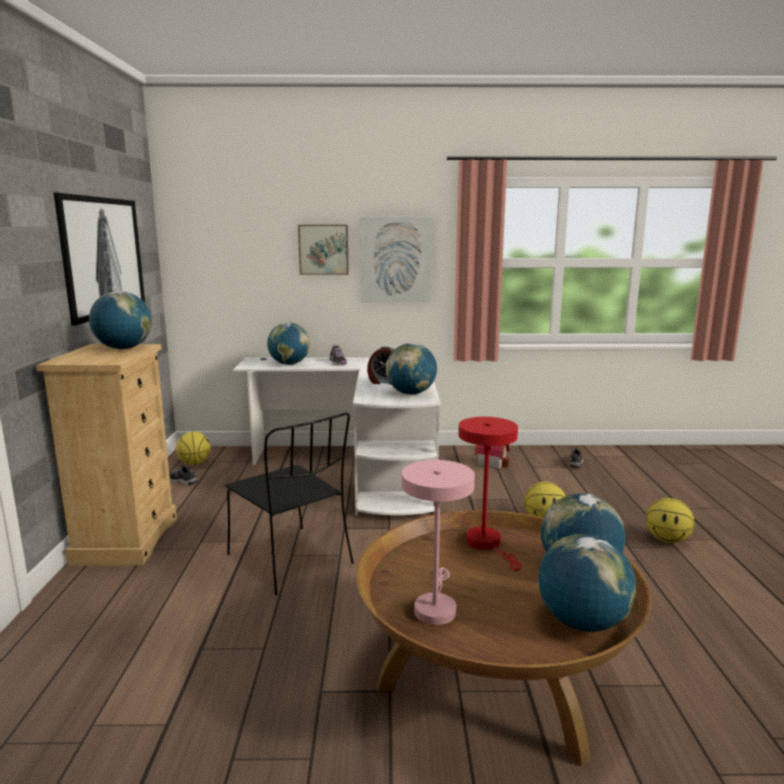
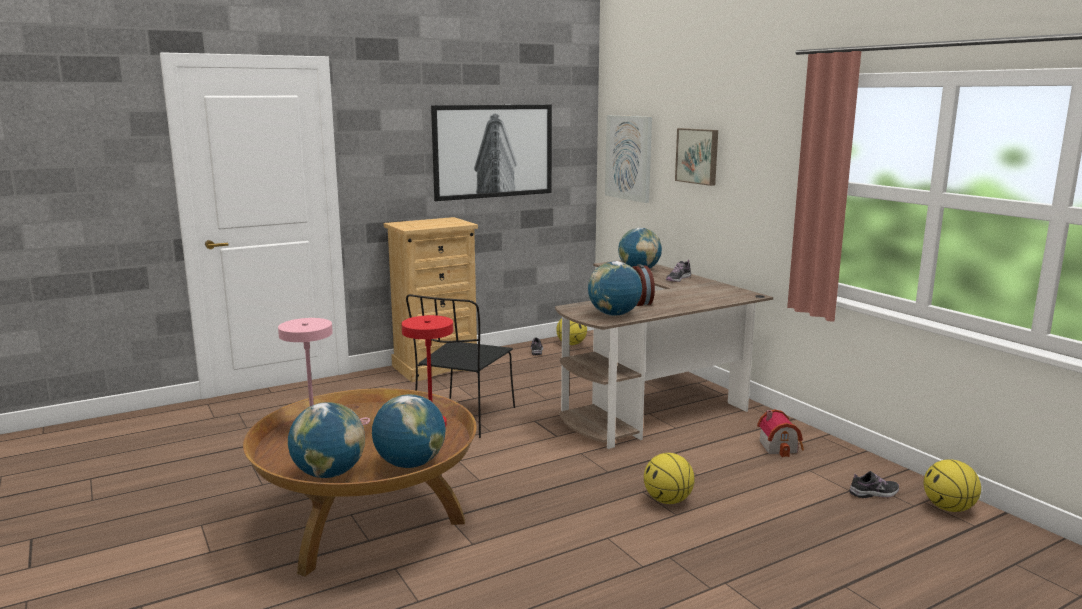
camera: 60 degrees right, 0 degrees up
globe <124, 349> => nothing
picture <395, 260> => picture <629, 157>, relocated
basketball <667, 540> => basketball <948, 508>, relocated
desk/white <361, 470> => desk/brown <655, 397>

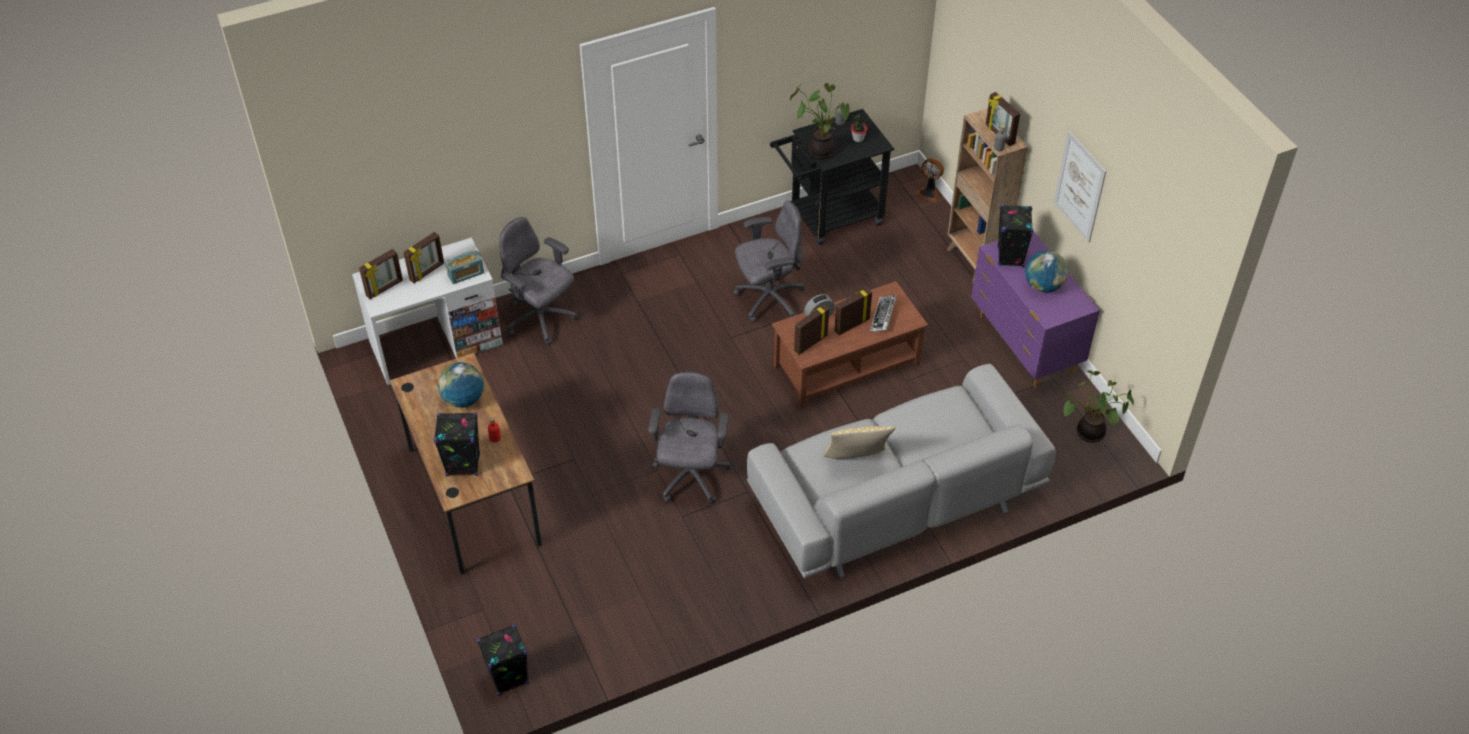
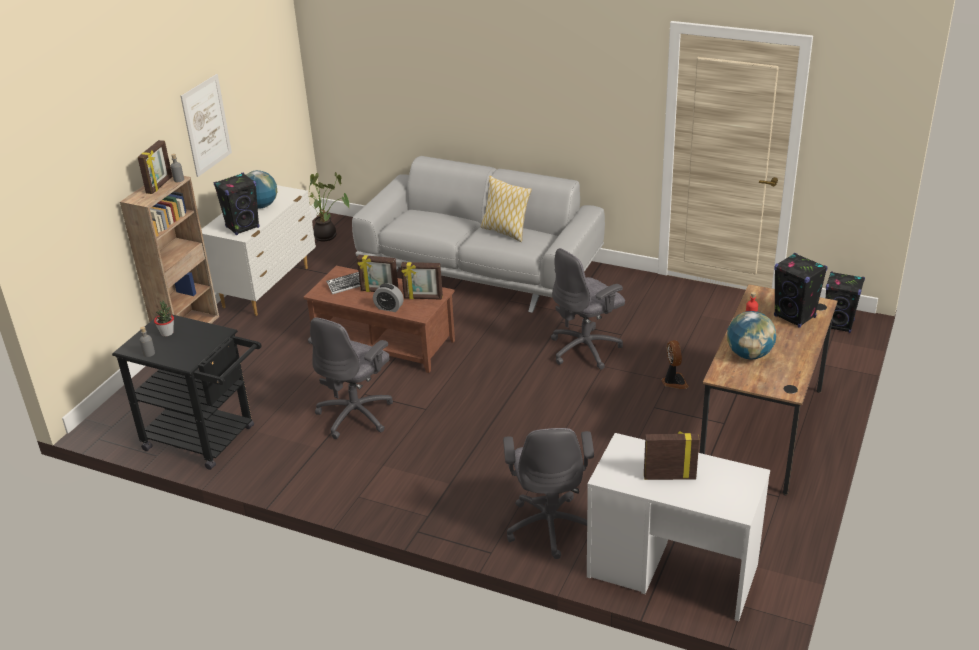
camera: 130 degrees left, 15 degrees down
picture frame <385, 288> => nothing
radio <466, 274> => nothing
potted plant <821, 149> => nothing
fan <929, 192> => fan <674, 382>, relocated
dresser/purple <1024, 346> => dresser/white <268, 287>
office chair/grey <768, 299> => office chair/grey <356, 415>, 90 degrees counterclockwise

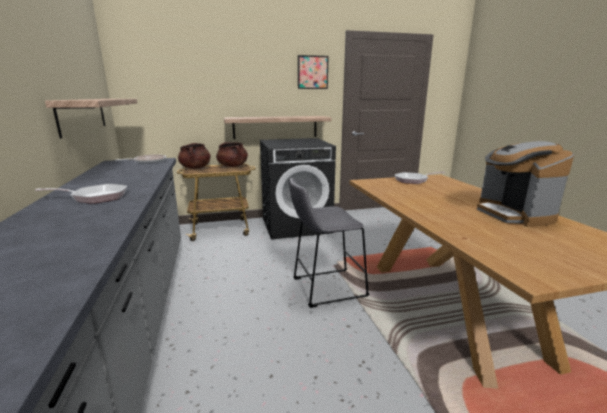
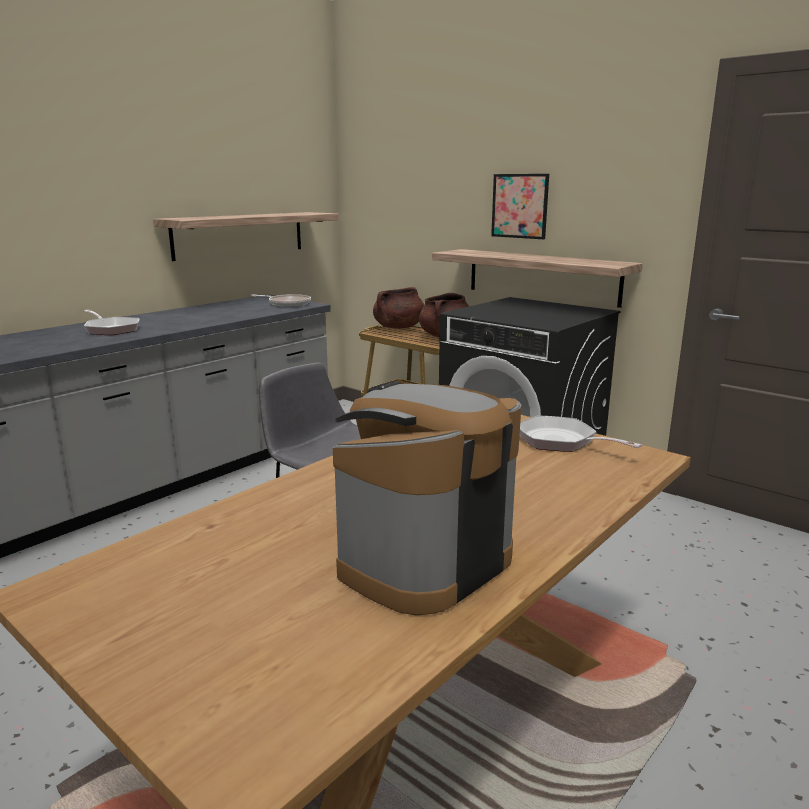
camera: 55 degrees right, 0 degrees up
picture <312, 72> => picture <519, 206>, relocated

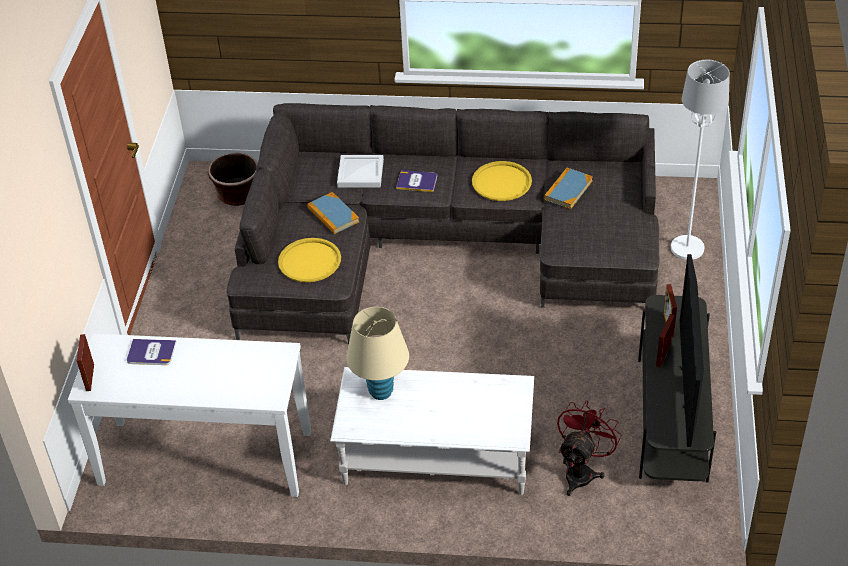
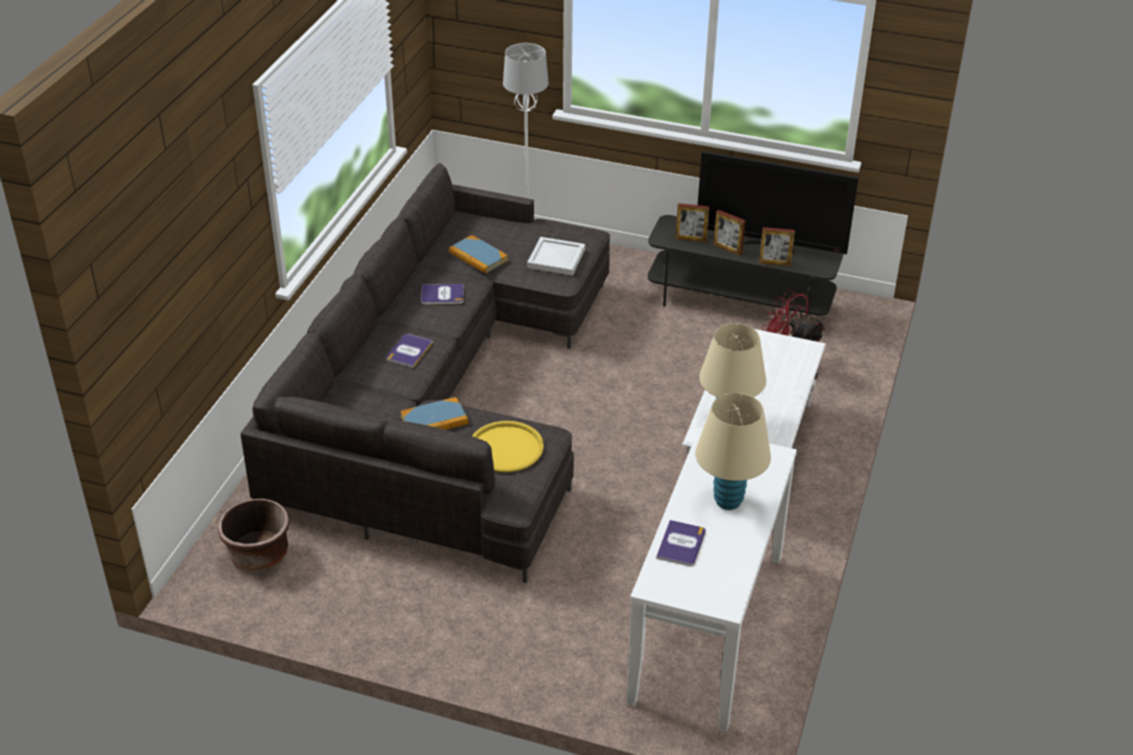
camera: 80 degrees left, 5 degrees down
nothing => table lamp/beige <728, 501>
picture frame <90, 377> => picture frame <774, 263>, relocated
tray/white <361, 172> => tray/white <555, 258>, relocated
tray/yellow <502, 182> => book <442, 295>

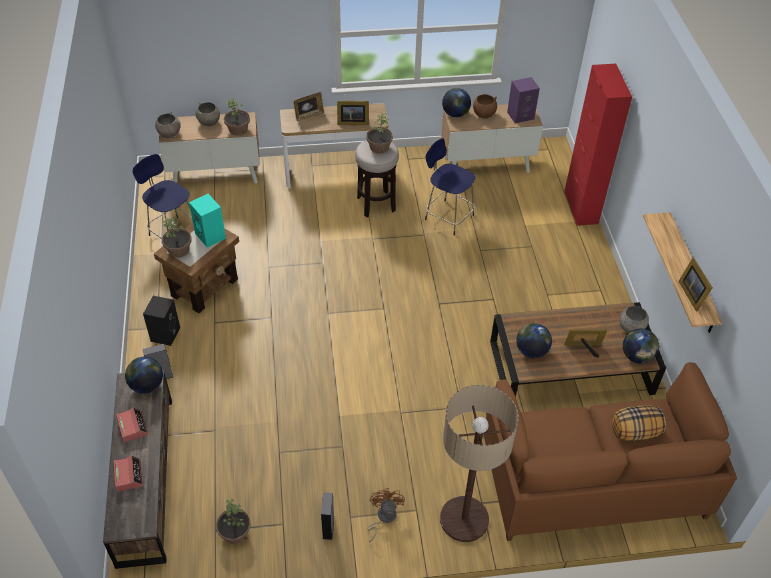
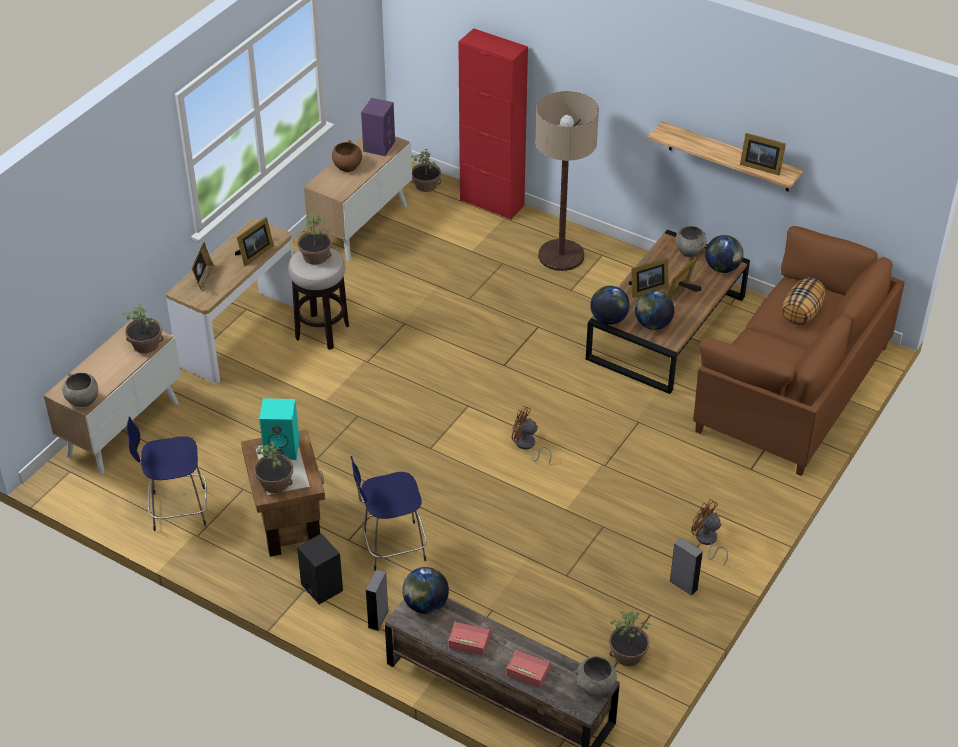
camera: 50 degrees left, 5 degrees down
nothing => potted plant <426, 185>
nothing => fan/brown <527, 446>
nothing => picture frame <646, 289>
bowl/grey <209, 122> => bowl/grey <595, 687>, relocated
stool/blue <448, 216> => stool/blue <391, 546>, relocated
floor lamp <464, 519> => floor lamp <561, 256>, relocated
globe <455, 114> => globe <608, 319>, relocated

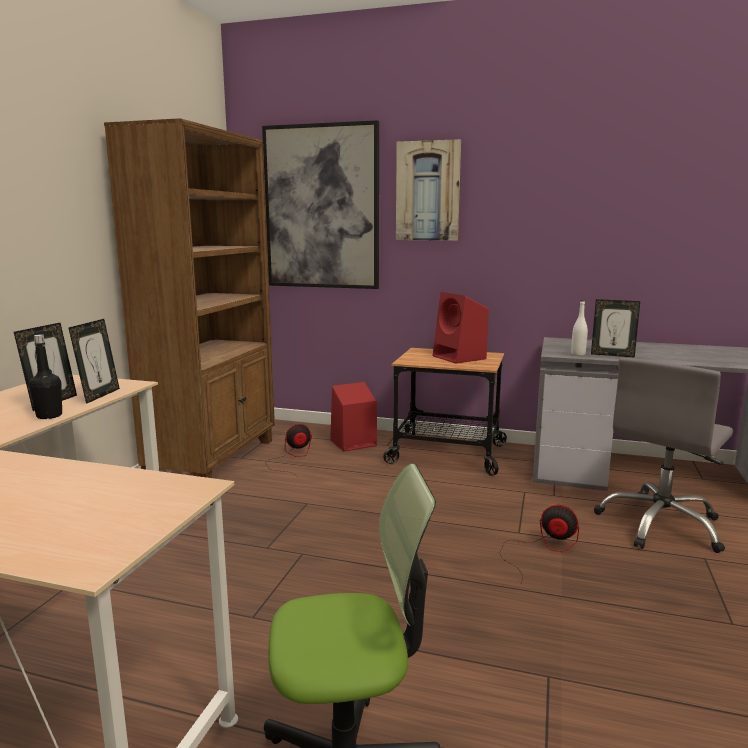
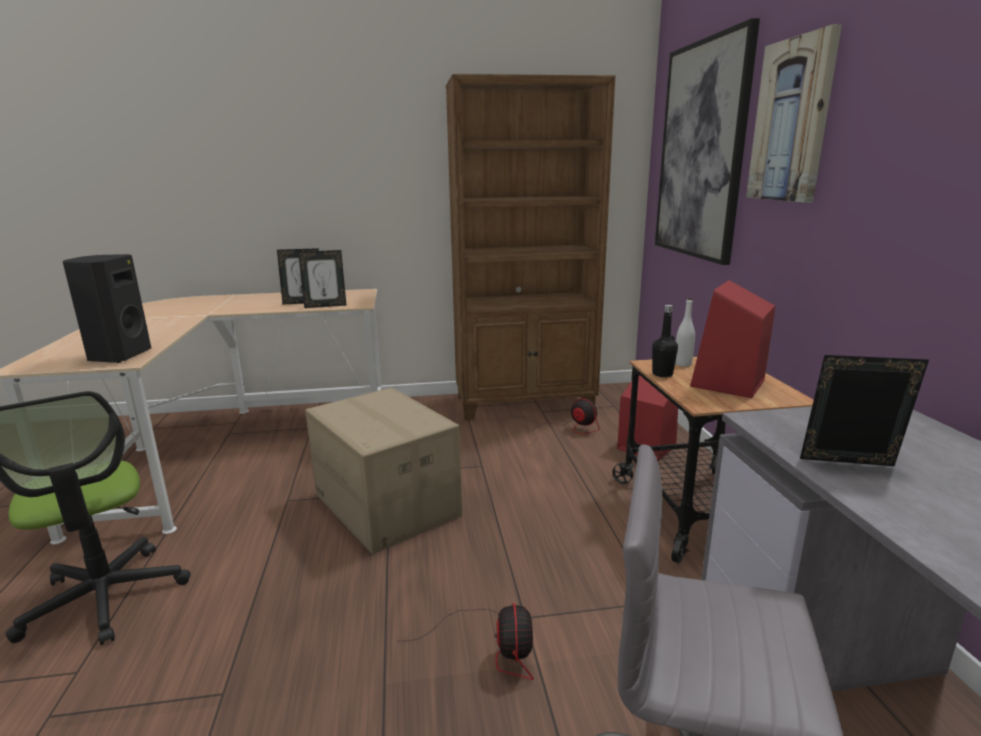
camera: 65 degrees right, 5 degrees up
nothing => speaker/black <118, 356>
nothing => cardboard box <385, 505>
bottle/black <49, 416> => bottle/black <662, 374>, relocated
bottle/white <578, 354> => bottle/white <682, 364>, relocated
picture frame <612, 355> => picture frame <849, 466>, 105 degrees clockwise

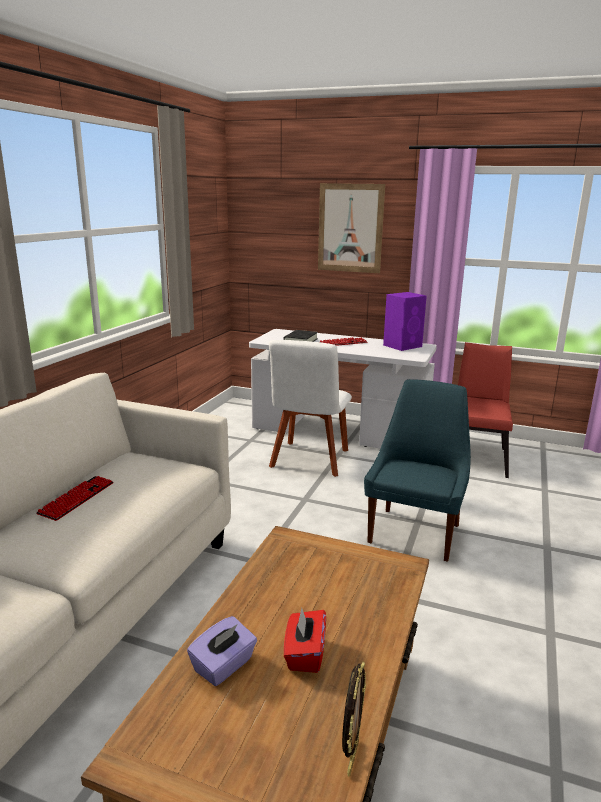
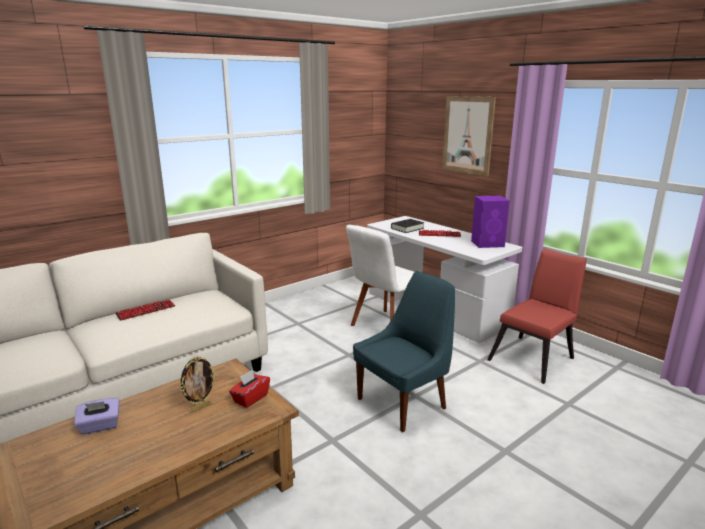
camera: 30 degrees right, 0 degrees up
tissue box/red <304, 654> => tissue box/red <250, 398>, relocated
picture frame <351, 757> => picture frame <200, 407>, relocated

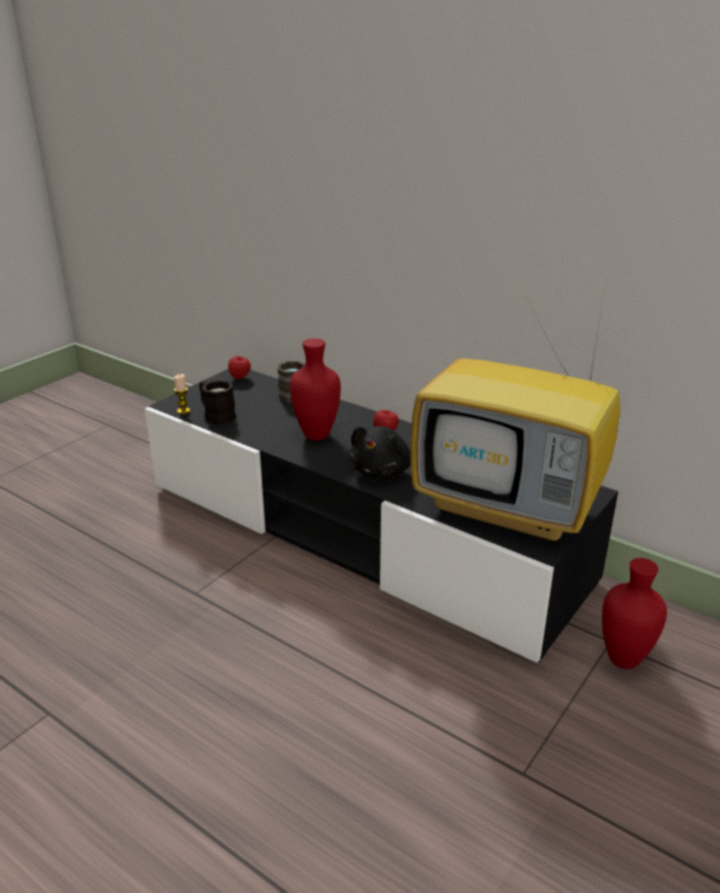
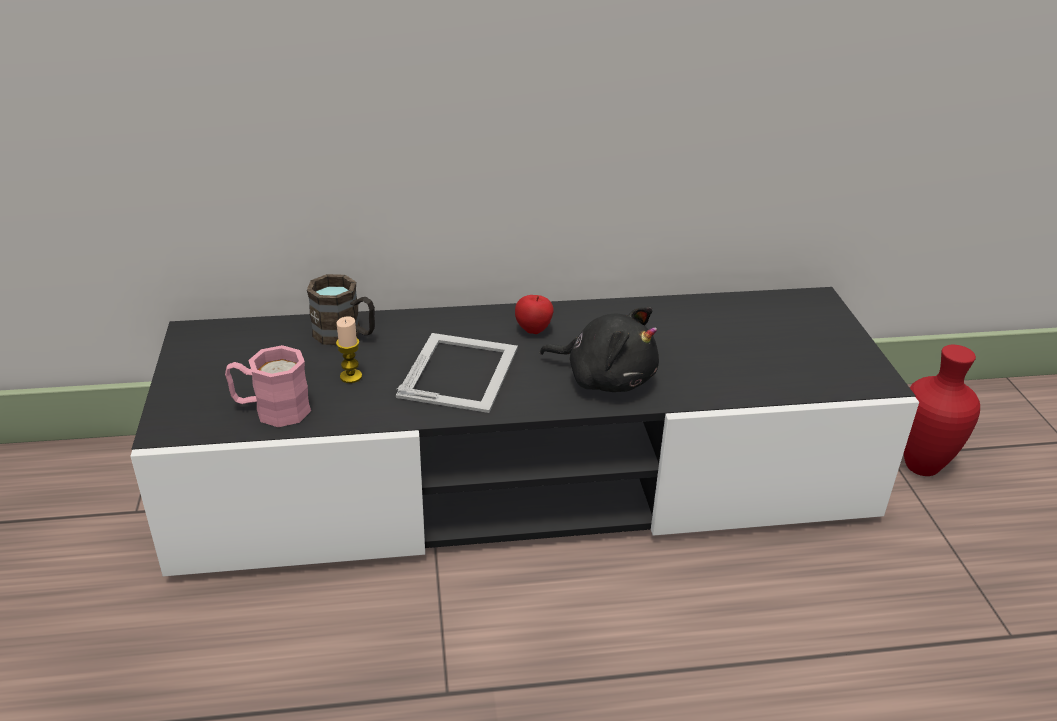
camera: 45 degrees left, 5 degrees up
apple <240, 378> => nothing
television <511, 508> => nothing
candle <183, 411> => candle <351, 376>, relocated
vase/red <318, 436> => picture frame <460, 371>
mug/black <216, 415> => mug/pink <271, 410>
plush toy/black <382, 470> => plush toy/black <606, 378>, 45 degrees counterclockwise

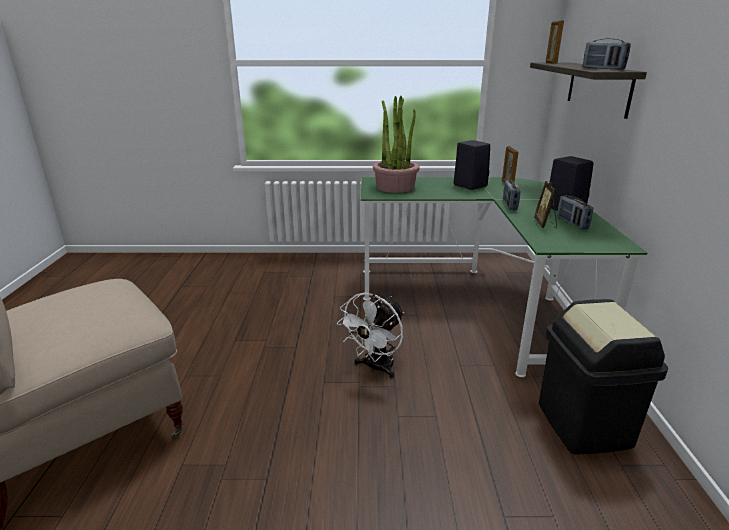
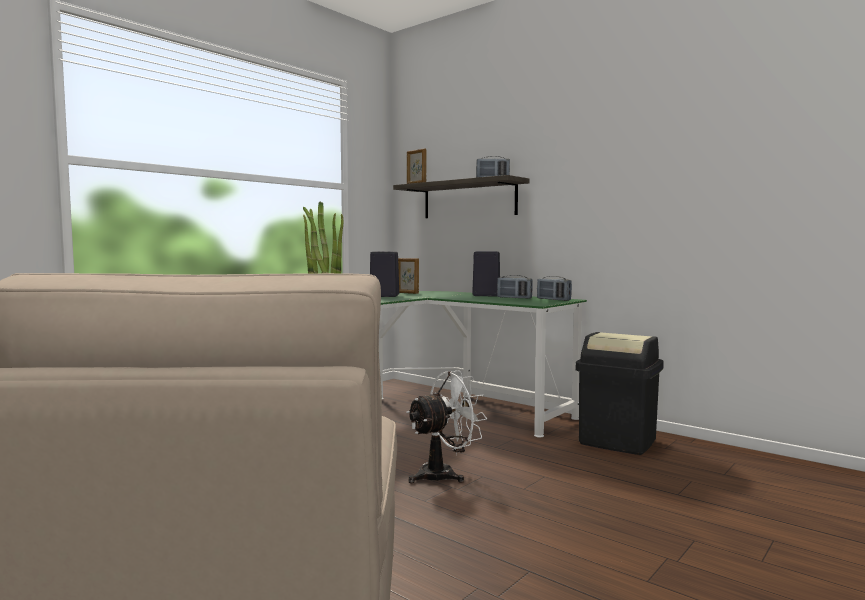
camera: 50 degrees left, 20 degrees down
picture frame <545, 224> => nothing
radio <509, 205> => radio <553, 300>, relocated
fan/white <375, 368> => fan/white <444, 474>, 105 degrees counterclockwise

